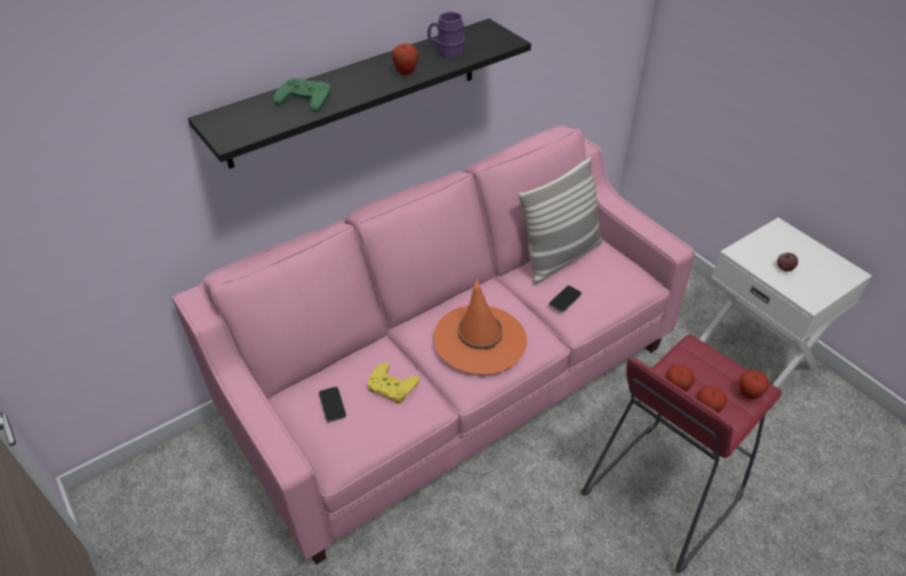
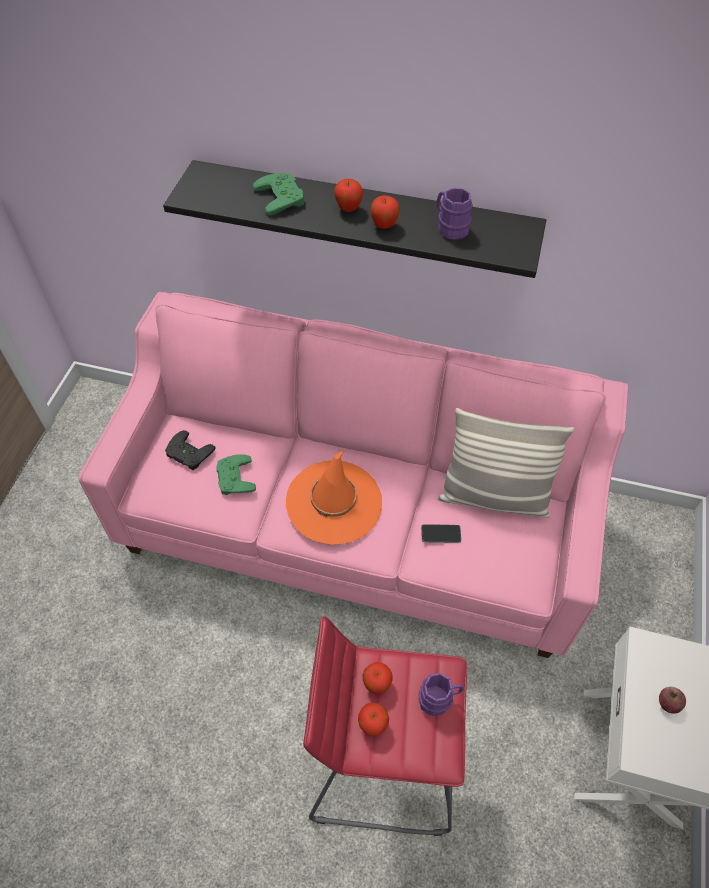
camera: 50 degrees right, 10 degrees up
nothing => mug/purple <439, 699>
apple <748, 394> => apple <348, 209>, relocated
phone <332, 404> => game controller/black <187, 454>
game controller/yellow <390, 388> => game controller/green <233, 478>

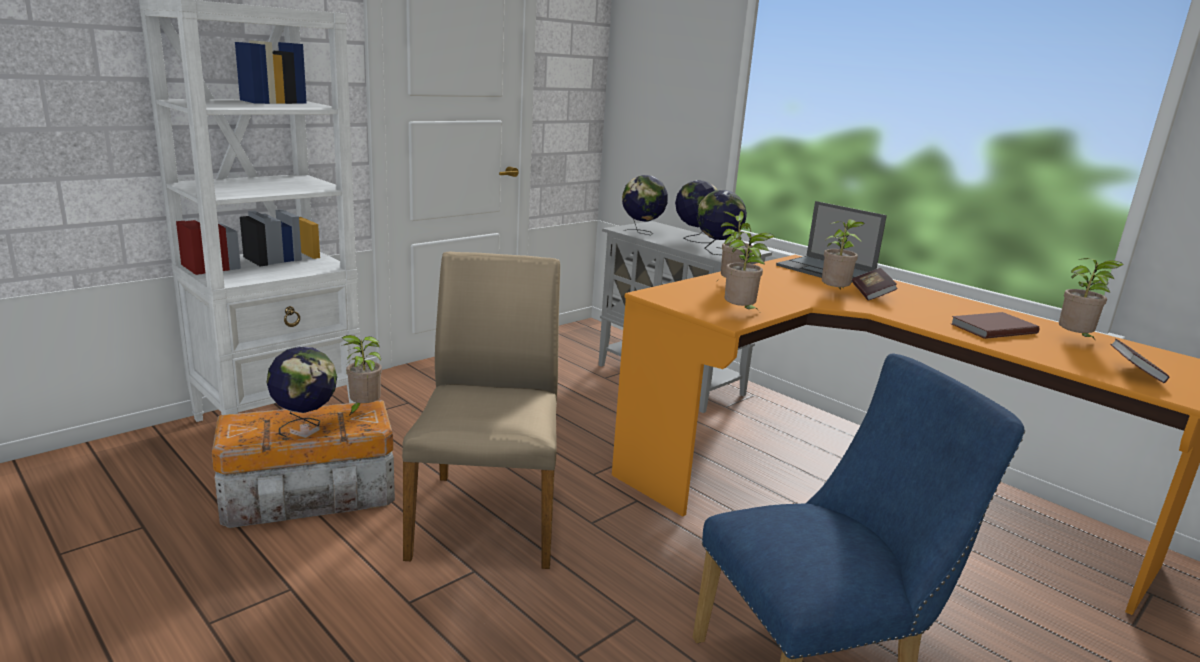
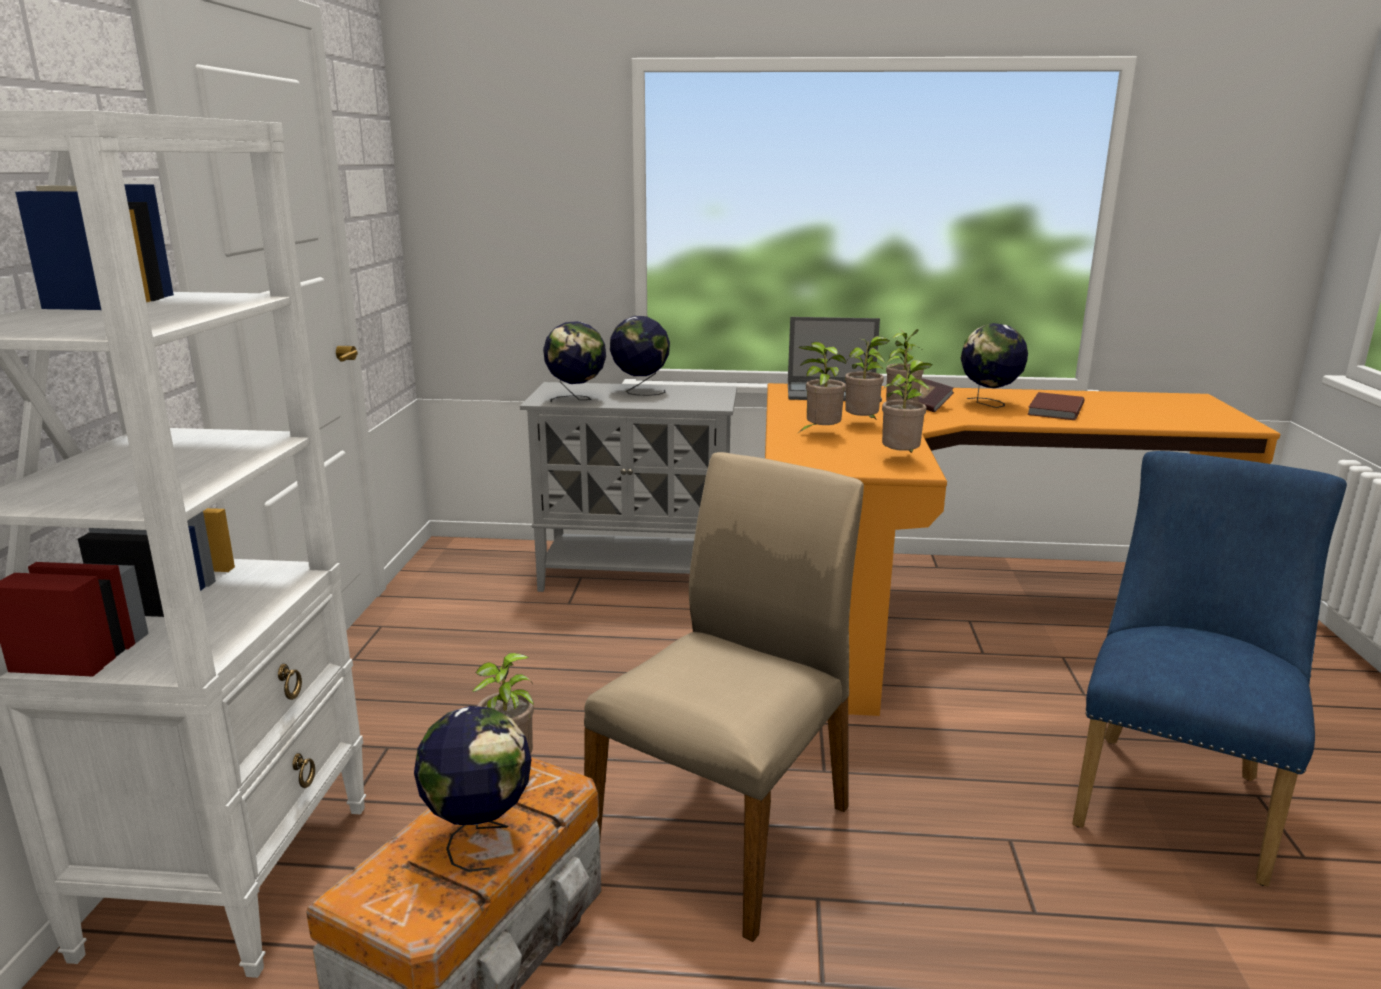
camera: 40 degrees left, 0 degrees up
book <1134, 373> => nothing
globe <716, 252> => globe <988, 404>, relocated
potted plant <1075, 340> => potted plant <863, 424>, relocated
chair/beige <488, 517> => chair/beige <726, 830>, 75 degrees clockwise

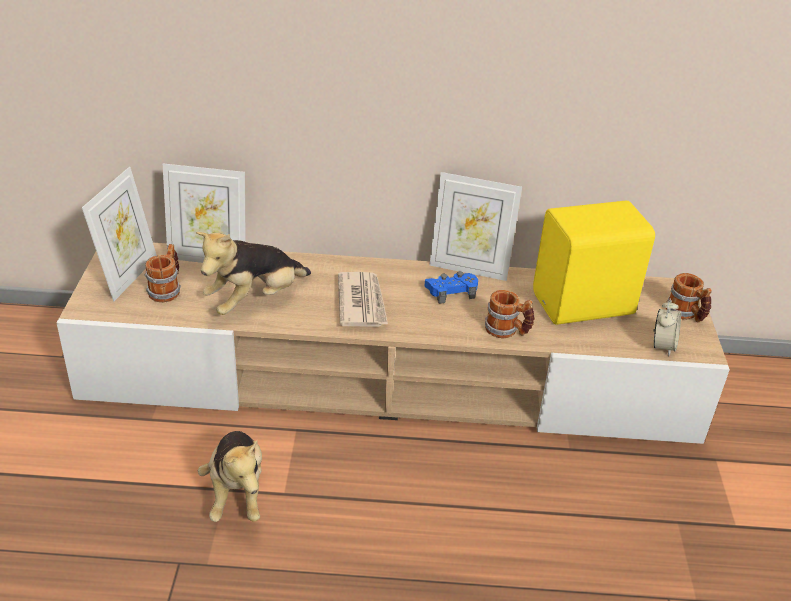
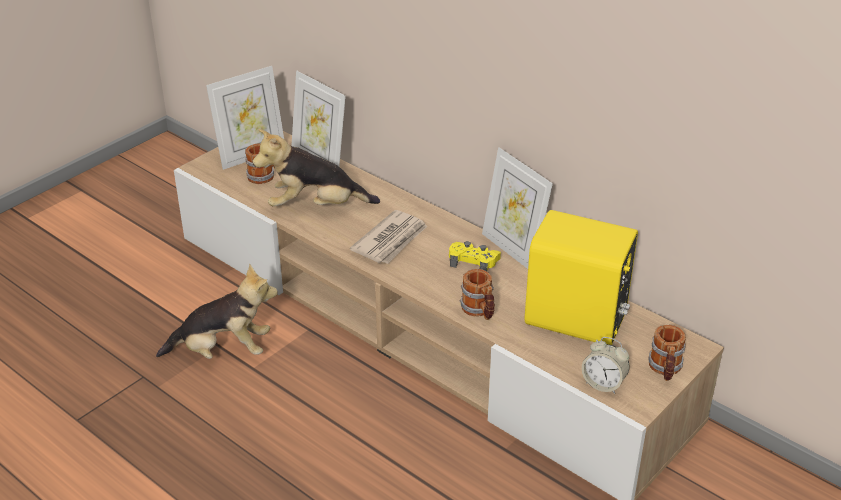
camera: 40 degrees right, 0 degrees up
game controller/blue <451, 291> => game controller/yellow <473, 261>
plush toy <236, 492> => plush toy <223, 351>, 120 degrees counterclockwise
alarm clock <662, 346> => alarm clock <603, 384>, 60 degrees clockwise

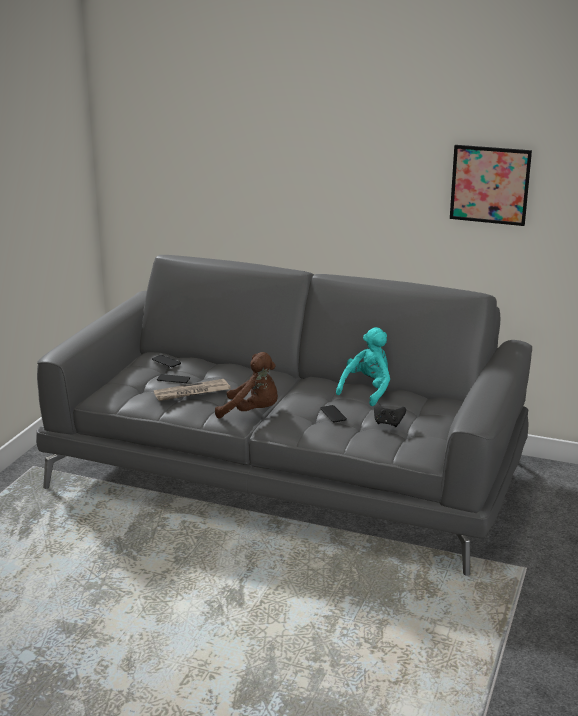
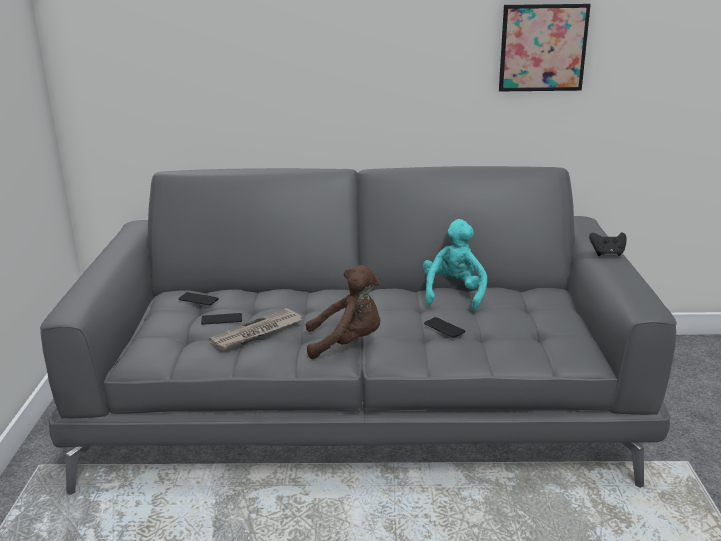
camera: 20 degrees left, 0 degrees up
game controller/black <388, 423> => game controller/black <607, 254>, relocated

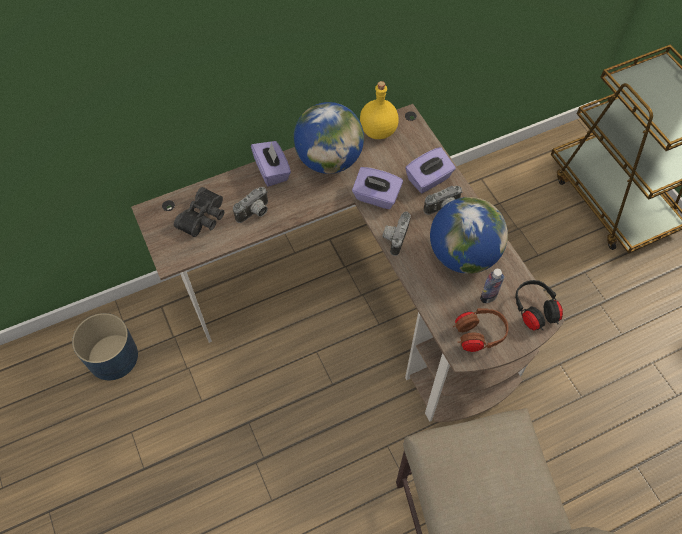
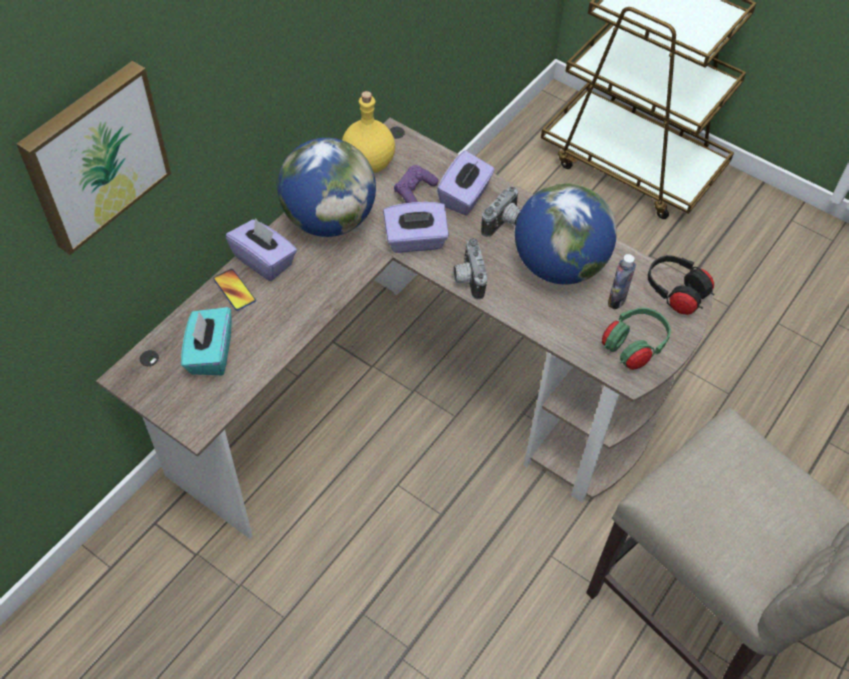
camera: 30 degrees left, 5 degrees down
planter/blue <112, 357> => nothing
photo camera <255, 213> => nothing
nothing => picture <94, 156>
nothing => phone <234, 290>
nothing => game controller/purple <414, 192>
binoculars/black <204, 218> => tissue box/turquoise <210, 354>
headphones/brown <478, 335> => headphones/green <633, 347>

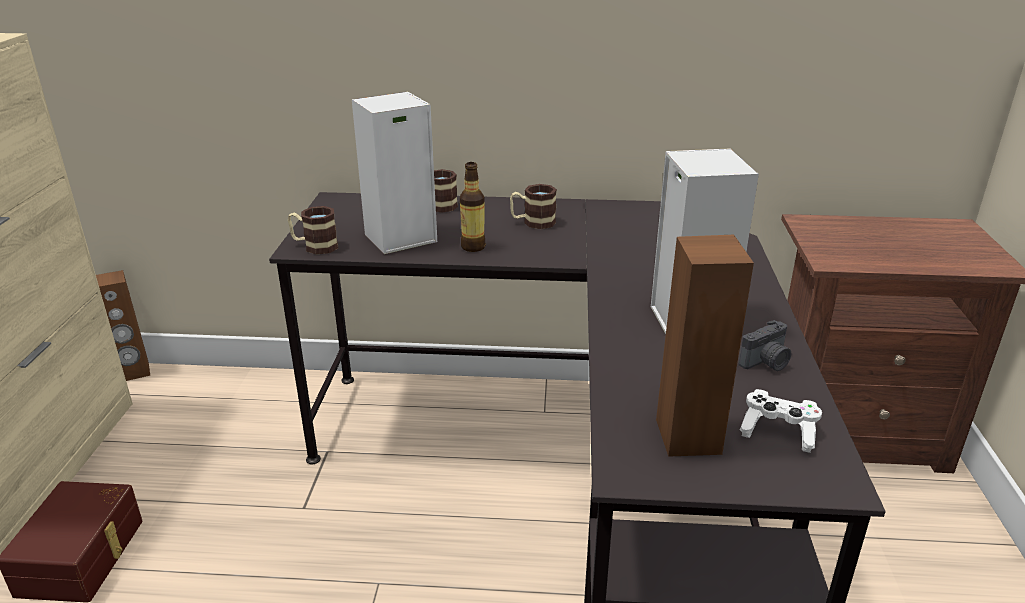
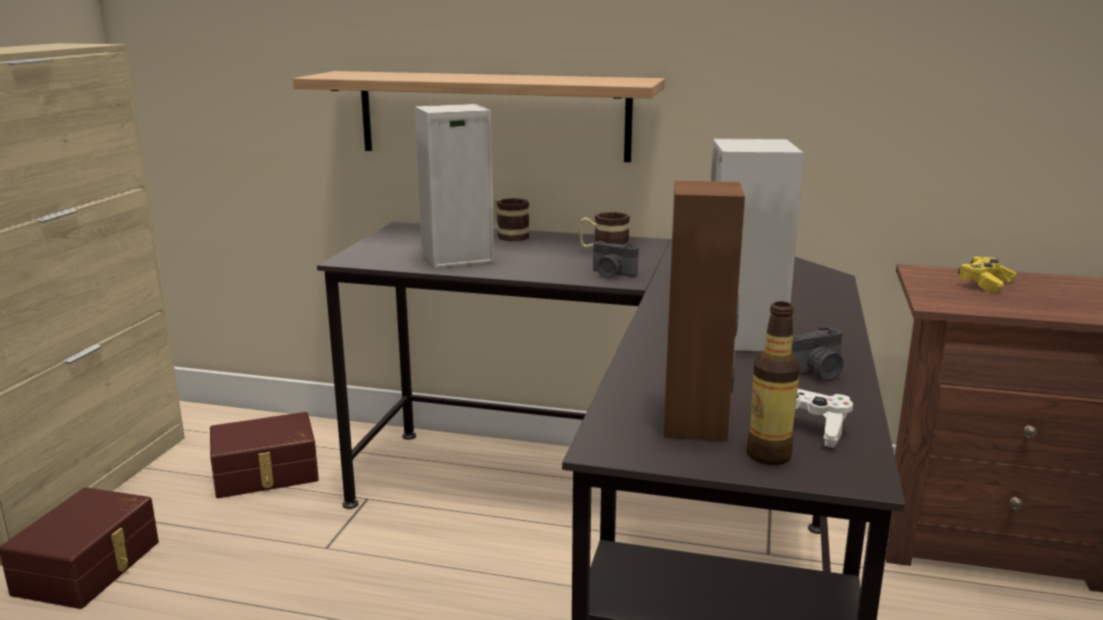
camera: 10 degrees right, 10 degrees down
speaker/brown <133, 372> => nothing
mug <315, 246> => nothing
nothing => storage box/brown <266, 474>
nothing => shelf <493, 115>
nothing => photo camera <612, 274>
nothing => game controller/yellow <985, 284>
bottle <473, 247> => bottle <768, 455>, relocated

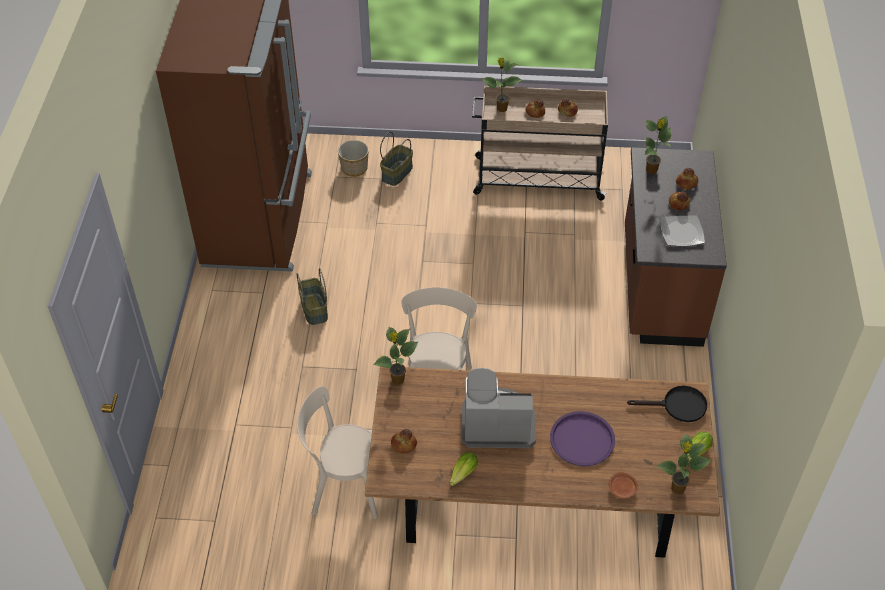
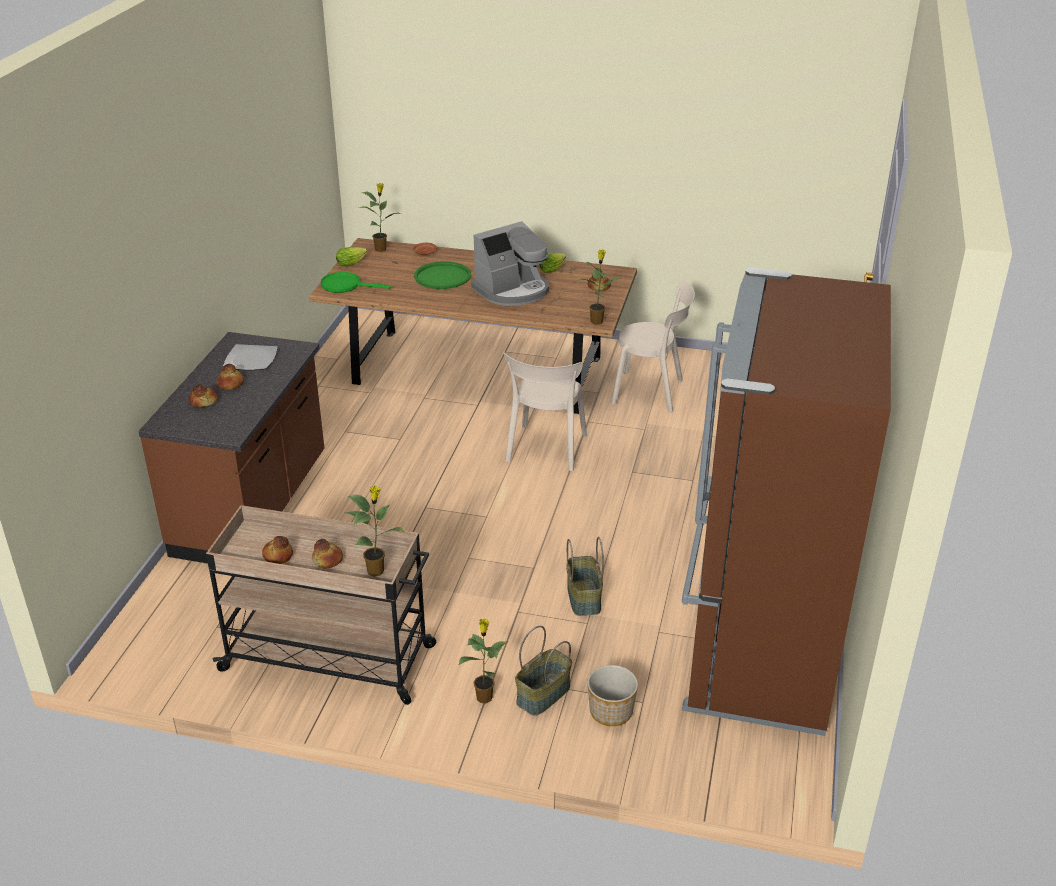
camera: 170 degrees left, 15 degrees down
basket <313, 309> => basket <584, 598>, relocated
potted plant <651, 171> => potted plant <484, 696>, relocated
tray/purple <582, 439> => tray/green <442, 276>
frying pan/black <678, 406> => frying pan/green <346, 285>
coffee machine <496, 423> => coffee machine <512, 290>, 45 degrees counterclockwise

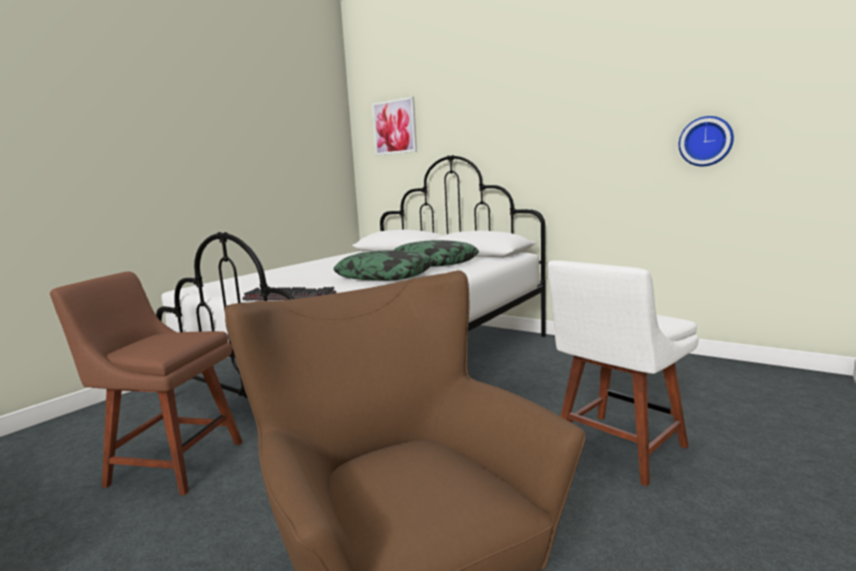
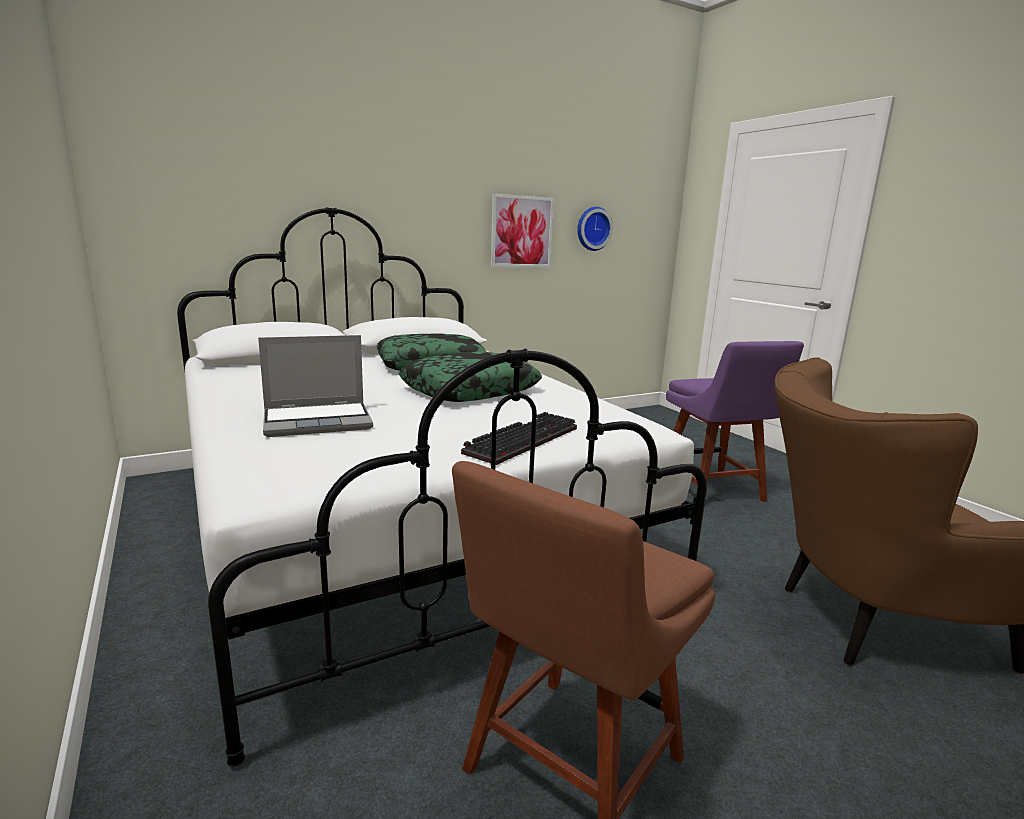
camera: 65 degrees left, 5 degrees up
nothing => laptop <319, 421>
picture <394, 127> => picture <521, 232>, relocated
chair/white <616, 449> => chair/purple <713, 491>

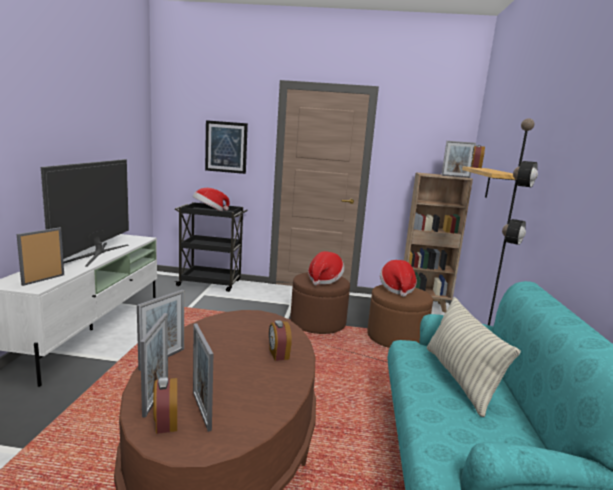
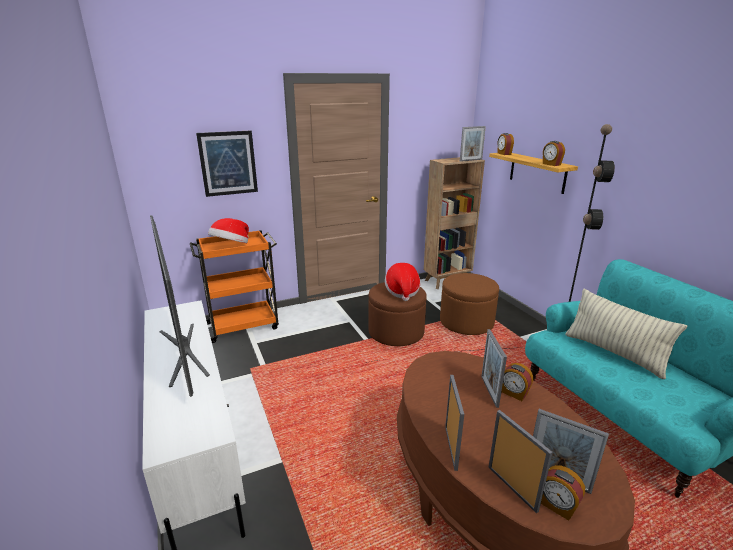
camera: 30 degrees left, 10 degrees up
hat <397, 289> => nothing
nothing => alarm clock <551, 164>
picture frame <43, 280> => picture frame <489, 391>, relocated
cart/black <210, 283> => cart/orange <244, 325>

